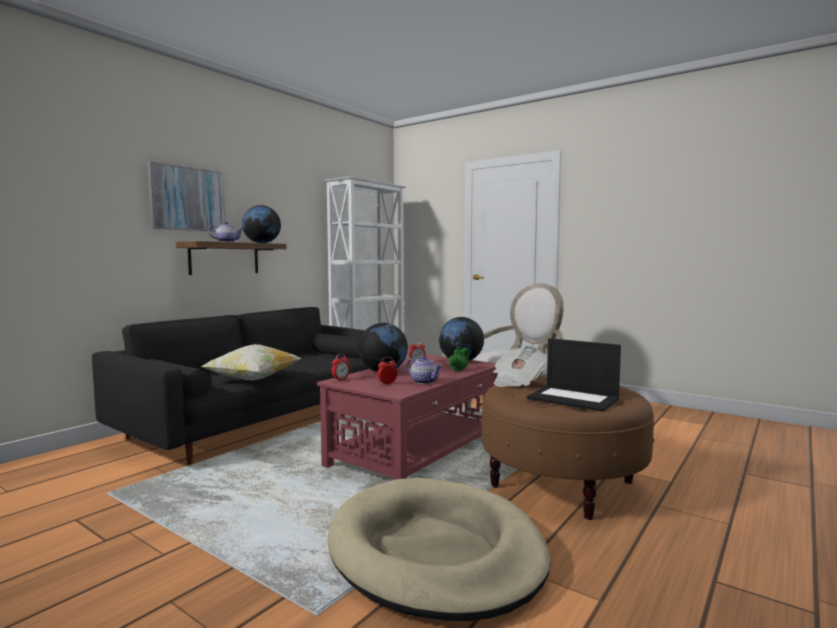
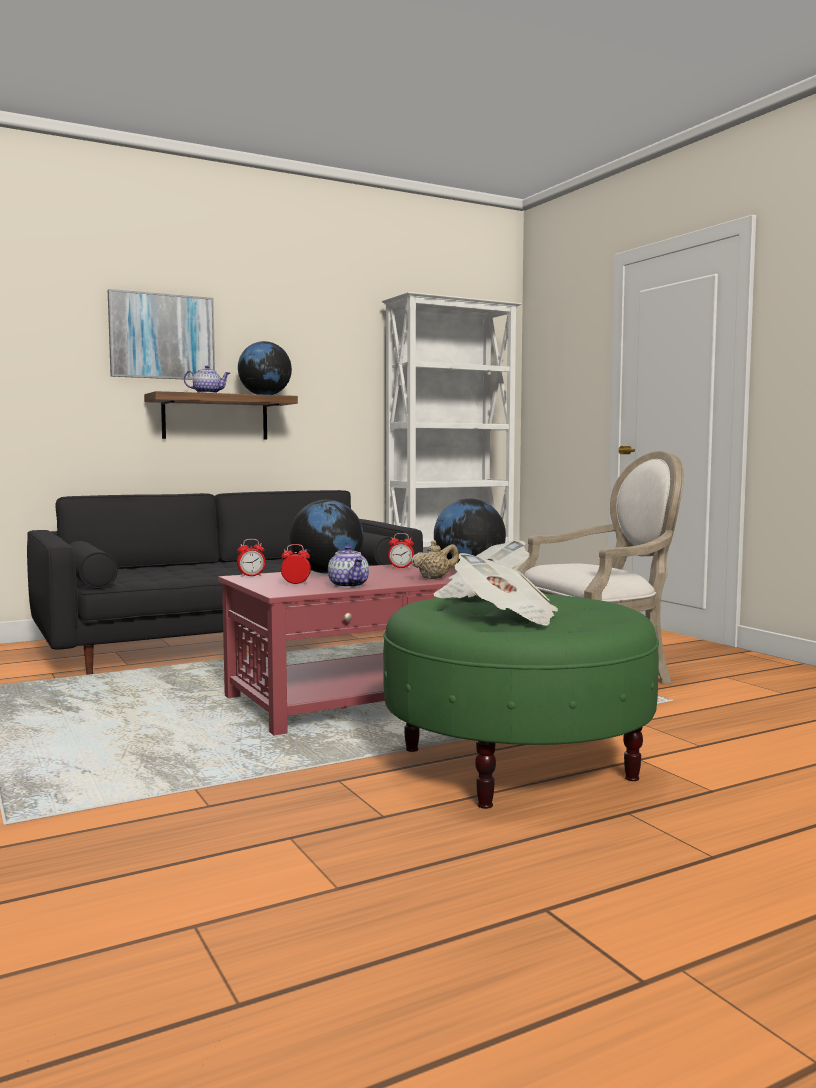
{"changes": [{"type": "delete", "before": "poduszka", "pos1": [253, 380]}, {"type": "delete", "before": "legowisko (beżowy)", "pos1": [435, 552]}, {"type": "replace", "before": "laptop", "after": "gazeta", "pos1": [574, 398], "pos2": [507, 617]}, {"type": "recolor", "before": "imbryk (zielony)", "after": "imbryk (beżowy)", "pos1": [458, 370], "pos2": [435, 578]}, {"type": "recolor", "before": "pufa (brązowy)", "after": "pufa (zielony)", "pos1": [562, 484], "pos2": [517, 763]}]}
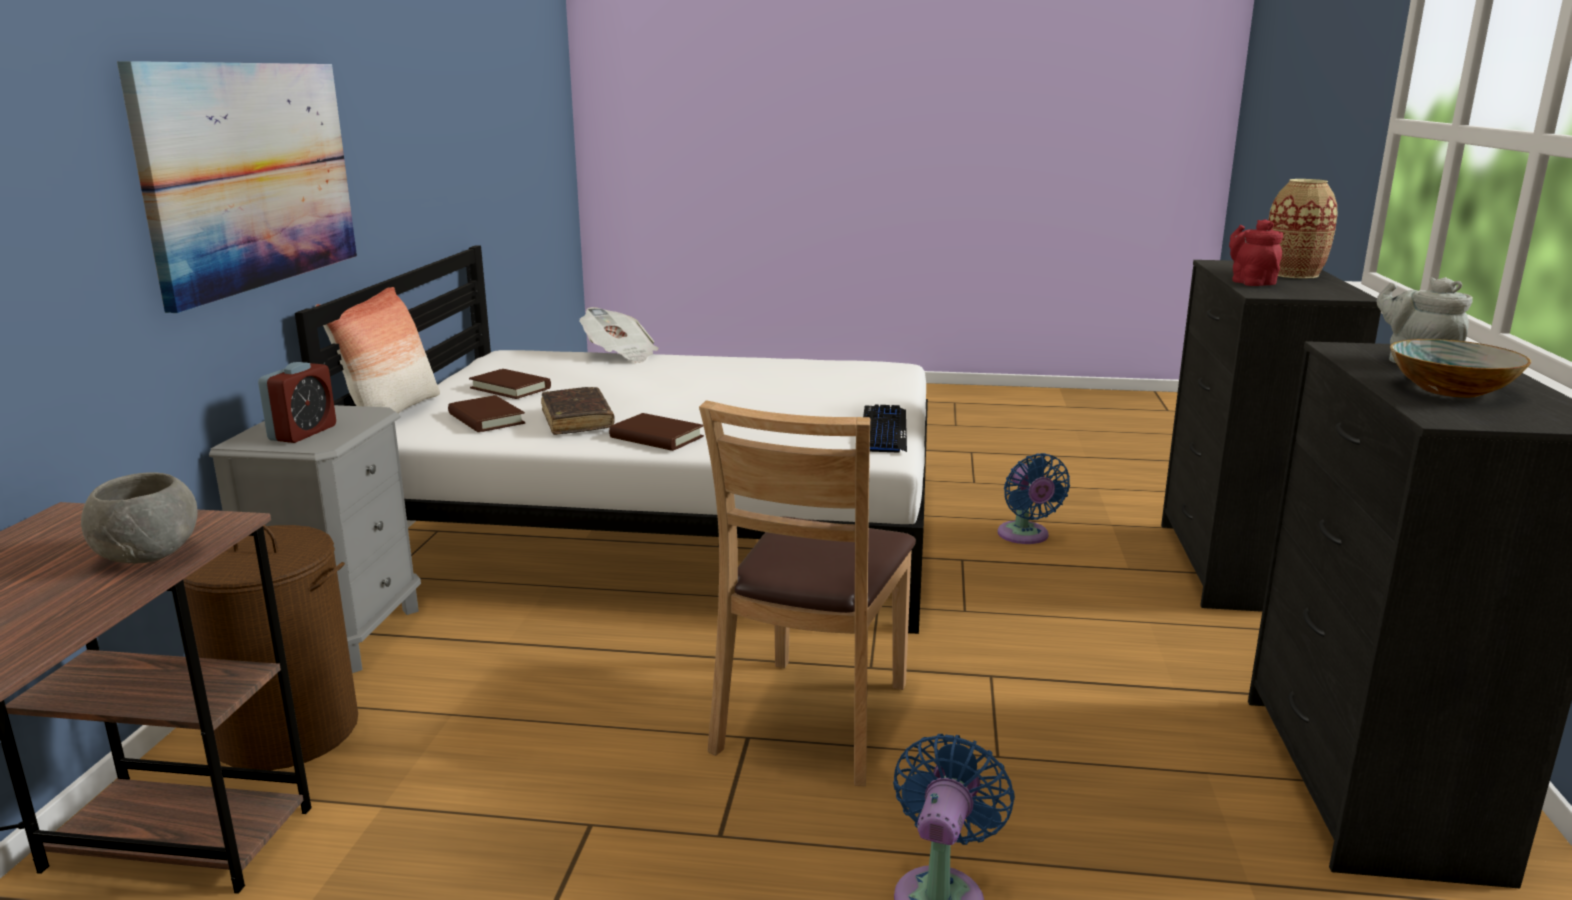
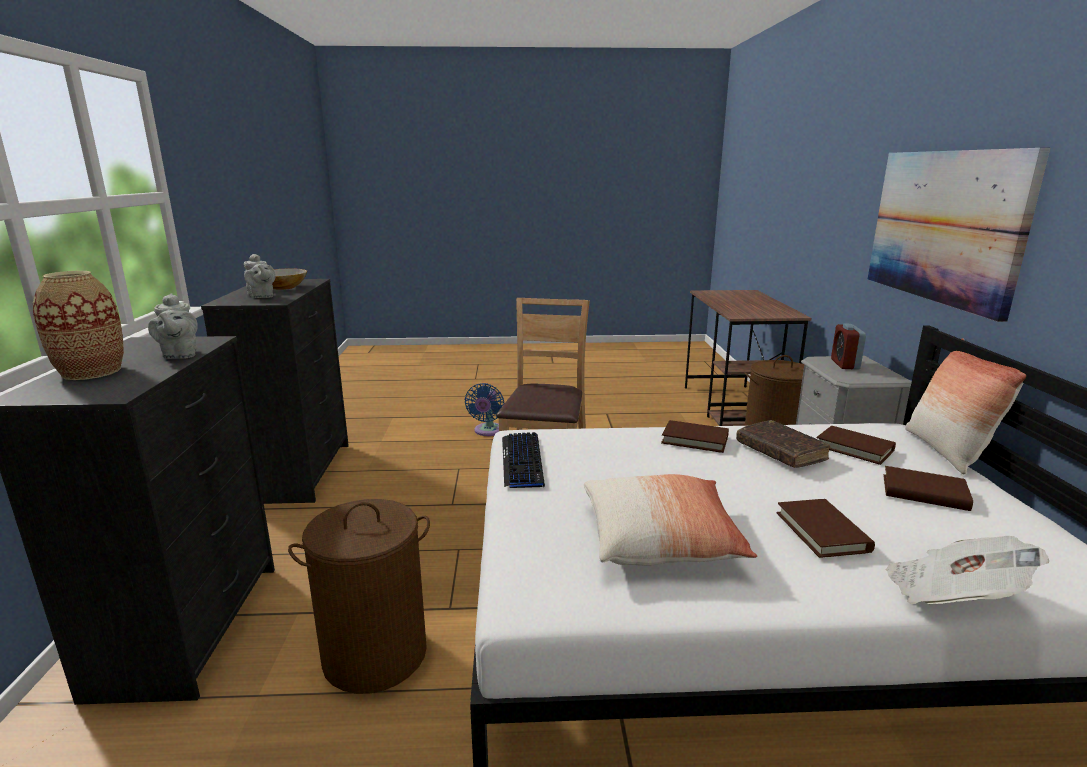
{"changes": [{"type": "delete", "before": "miska (szary)", "pos1": [150, 555]}, {"type": "insert", "after": "poduszka", "pos2": [660, 540]}, {"type": "insert", "after": "książka (brązowy)", "pos2": [822, 532]}, {"type": "replace", "before": "wentylator (niebieski)", "after": "kosz na pranie (brązowy)", "pos1": [1025, 536], "pos2": [374, 655]}, {"type": "recolor", "before": "imbryk (czerwony)", "after": "imbryk (szary)", "pos1": [1250, 282], "pos2": [179, 355]}]}
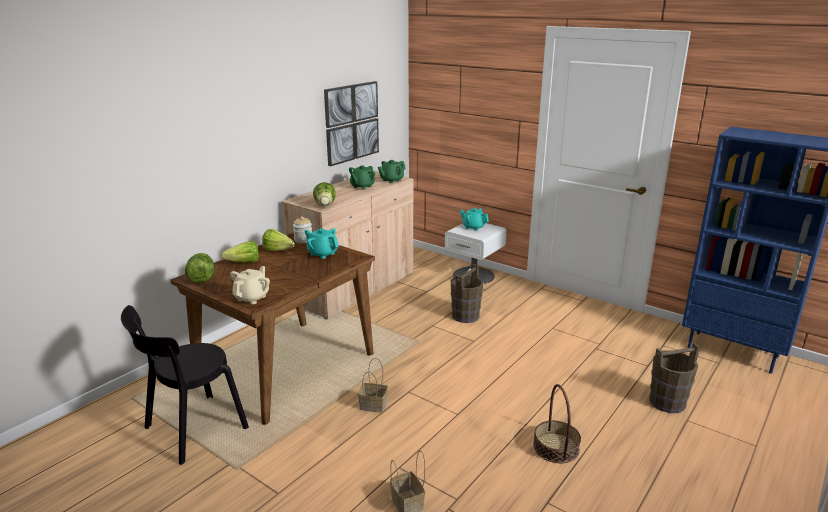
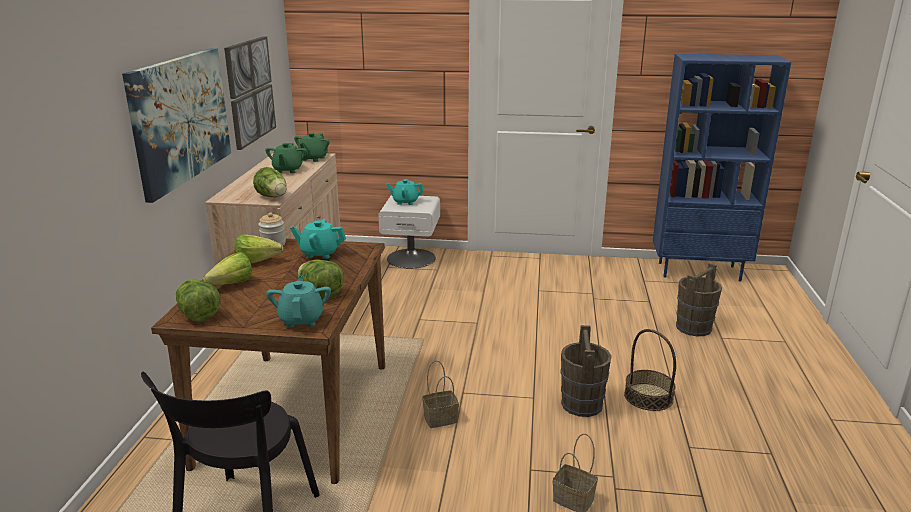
{"changes": [{"type": "insert", "after": "obraz", "pos2": [181, 119]}, {"type": "insert", "after": "sałata", "pos2": [320, 293]}, {"type": "move", "before": "wiadro (brązowy)", "pos1": [465, 316], "pos2": [582, 404]}, {"type": "recolor", "before": "imbryk (beżowy)", "after": "imbryk (turkusowy)", "pos1": [252, 298], "pos2": [301, 319]}]}
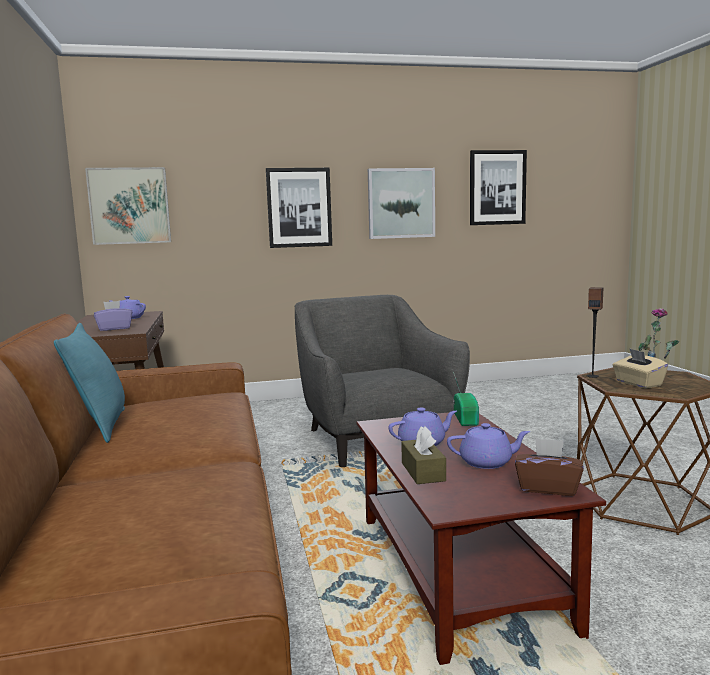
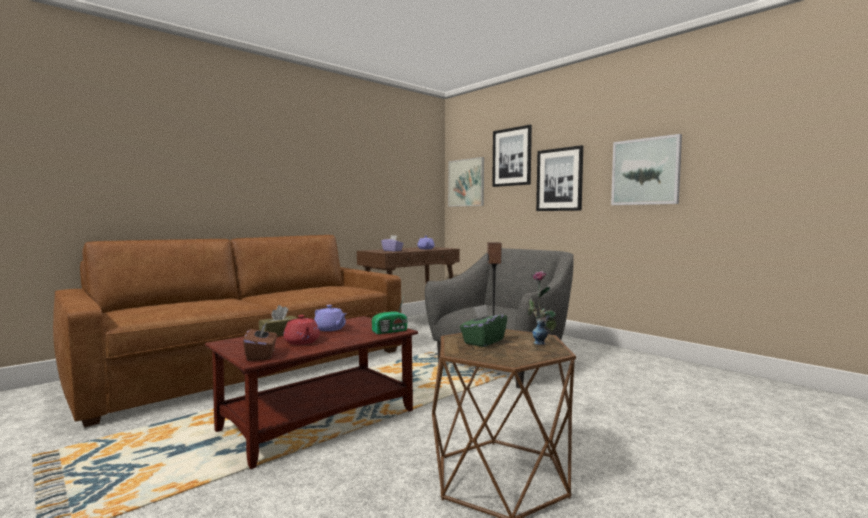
{"changes": [{"type": "delete", "before": "poduszka (turkusowy)", "pos1": [100, 426]}, {"type": "move", "before": "obraz", "pos1": [497, 187], "pos2": [512, 157]}, {"type": "recolor", "before": "imbryk (fioletowy)", "after": "imbryk (czerwony)", "pos1": [487, 462], "pos2": [302, 342]}, {"type": "recolor", "before": "pudełko chusteczek (beżowy)", "after": "pudełko chusteczek (zielony)", "pos1": [638, 384], "pos2": [483, 341]}]}
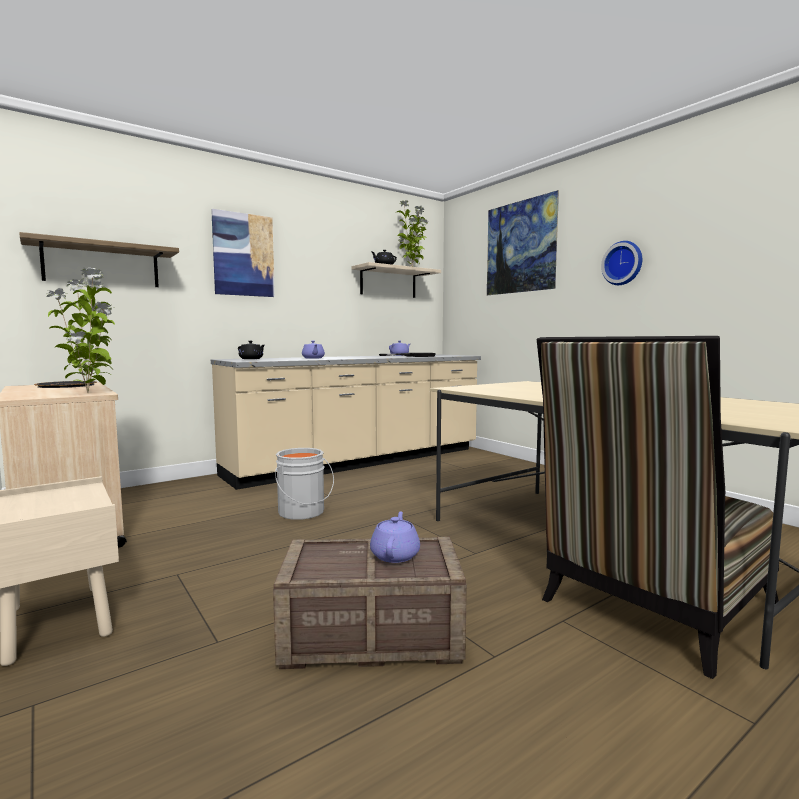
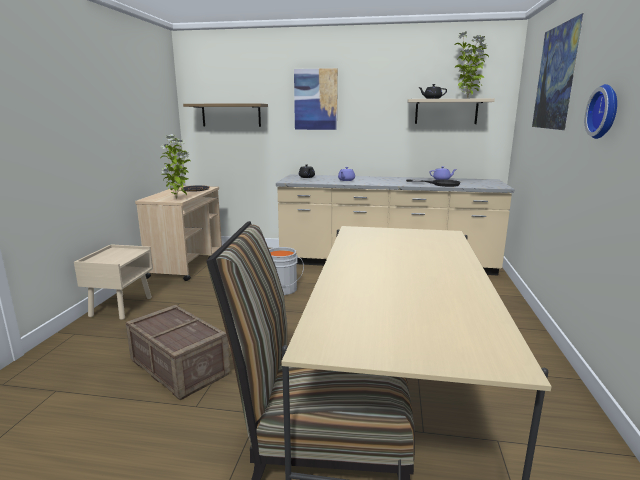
{"changes": [{"type": "delete", "before": "imbryk (fioletowy)", "pos1": [395, 555]}]}
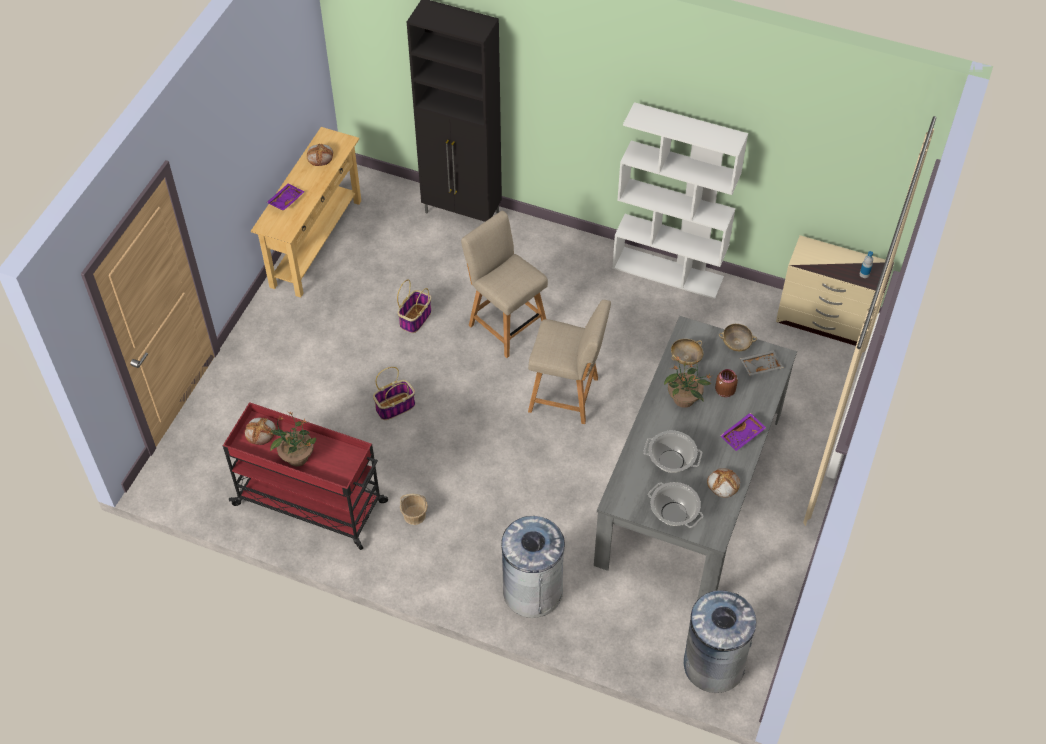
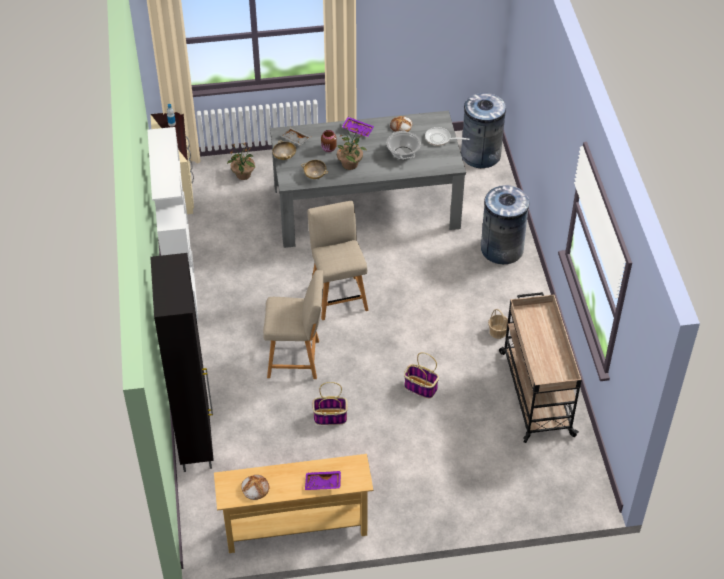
{"changes": [{"type": "delete", "before": "chleb", "pos1": [261, 432]}, {"type": "move", "before": "roślina doniczkowa", "pos1": [296, 457], "pos2": [243, 175]}, {"type": "replace", "before": "garnek", "after": "patelnia", "pos1": [673, 513], "pos2": [440, 139]}, {"type": "recolor", "before": "wózek (czerwony)", "after": "wózek (beżowy)", "pos1": [312, 504], "pos2": [535, 392]}, {"type": "rotate", "before": "krzesło (beżowy)", "pos1": [505, 324], "pos2": [297, 359], "turn": -105}]}
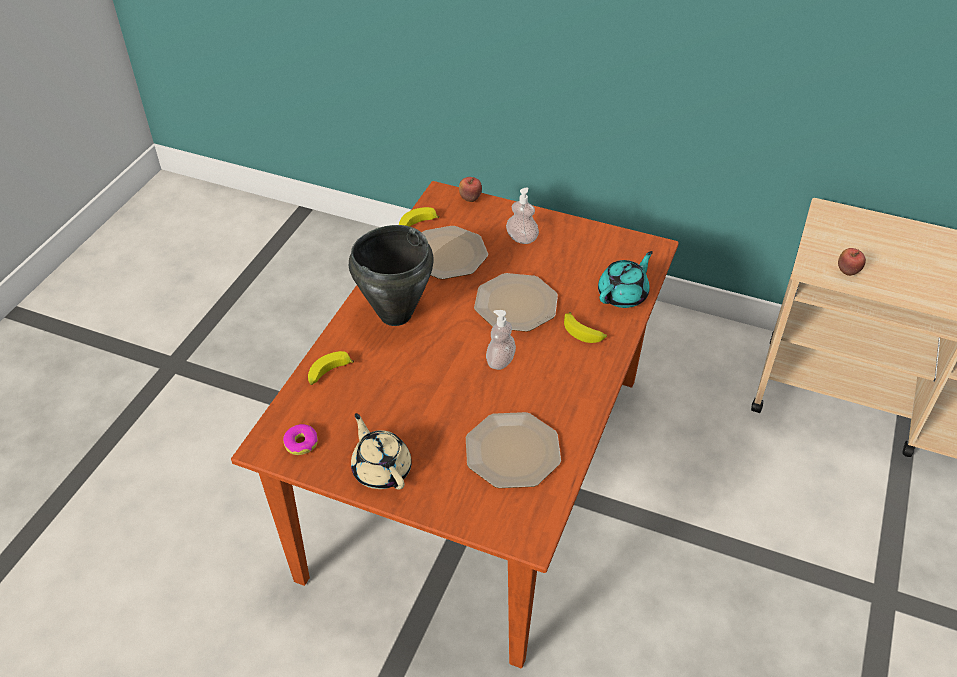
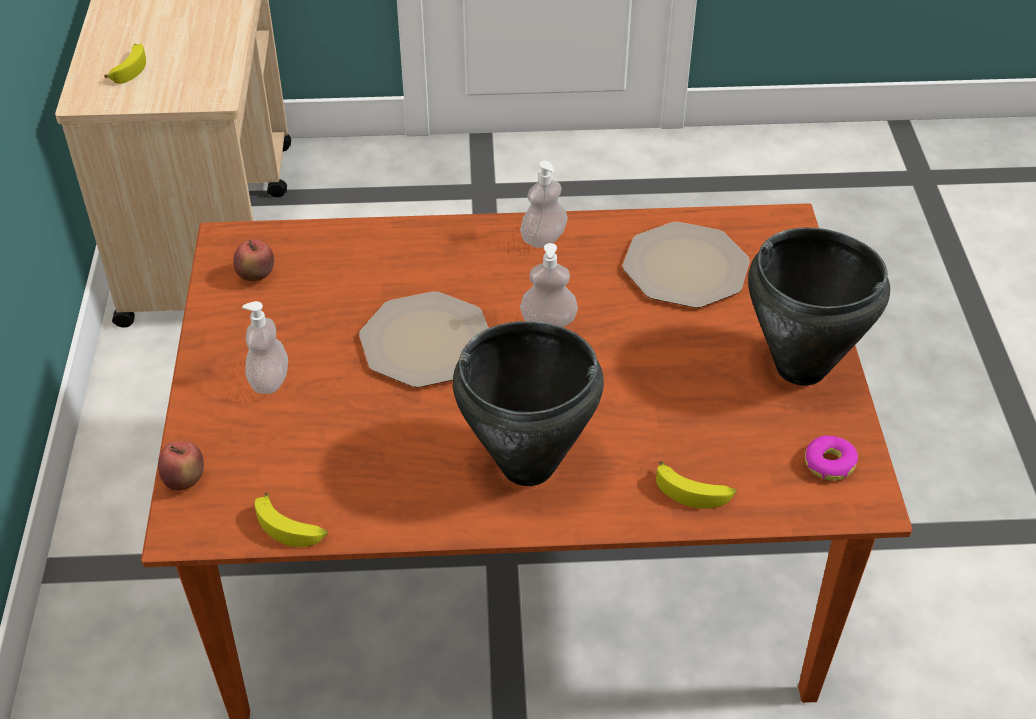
{"changes": [{"type": "delete", "before": "talerz", "pos1": [447, 254]}, {"type": "delete", "before": "imbryk (turkusowy)", "pos1": [623, 295]}, {"type": "insert", "after": "dozownik mydła", "pos2": [543, 238]}, {"type": "move", "before": "banan", "pos1": [584, 332], "pos2": [129, 68]}, {"type": "move", "before": "jabłko", "pos1": [847, 272], "pos2": [256, 276]}, {"type": "replace", "before": "imbryk (beżowy)", "after": "garnek (czarny)", "pos1": [381, 469], "pos2": [801, 368]}]}
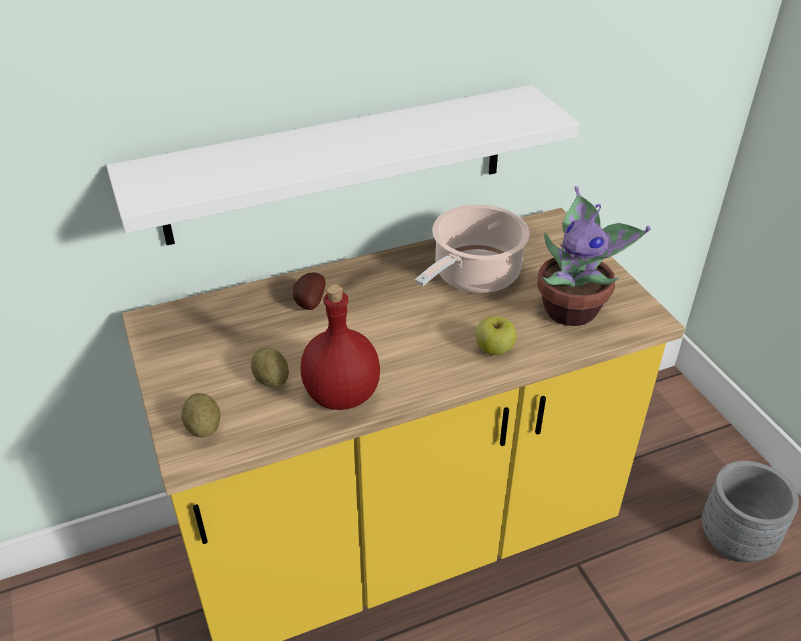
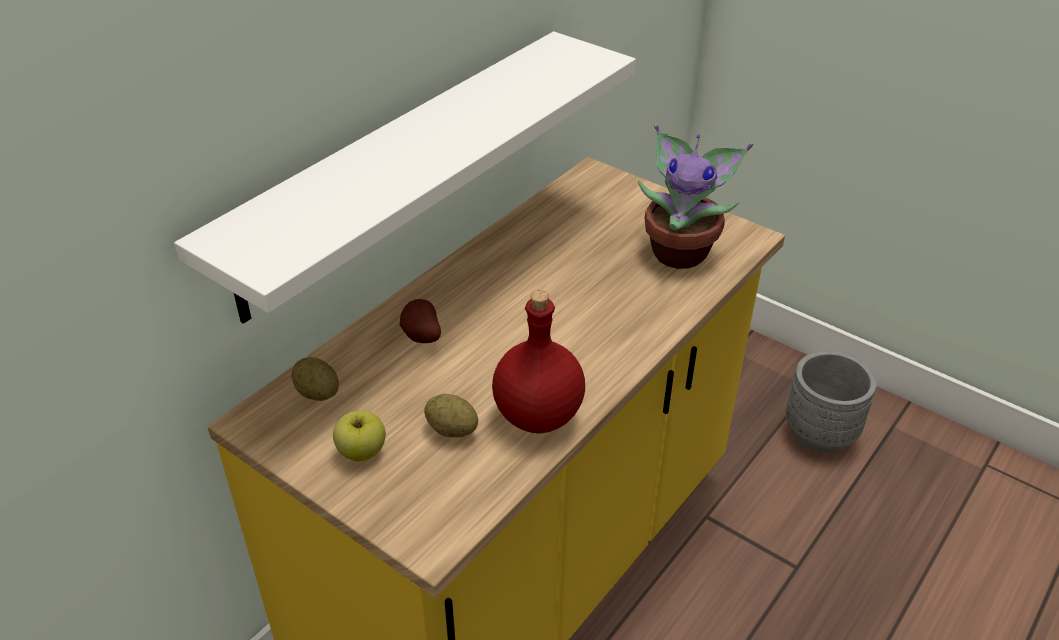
{"changes": [{"type": "delete", "before": "garnek", "pos1": [473, 276]}, {"type": "move", "before": "ziemniak", "pos1": [203, 427], "pos2": [317, 393]}, {"type": "move", "before": "jabłko", "pos1": [494, 349], "pos2": [361, 451]}]}
